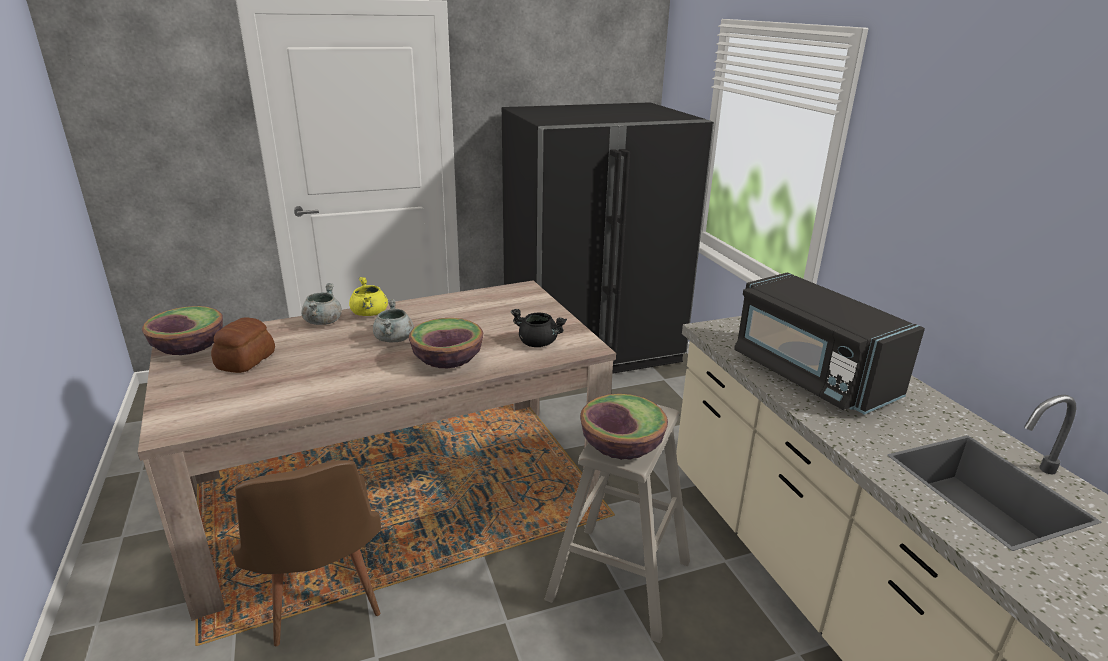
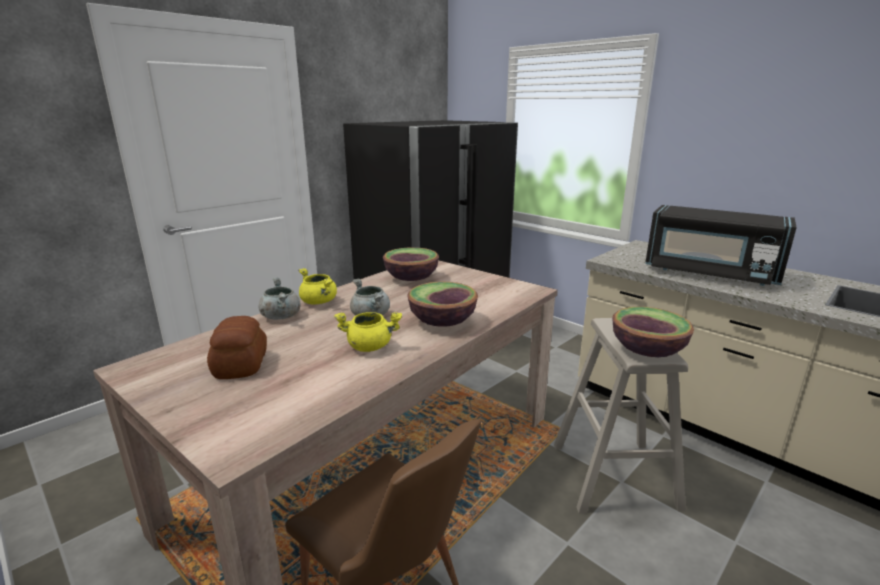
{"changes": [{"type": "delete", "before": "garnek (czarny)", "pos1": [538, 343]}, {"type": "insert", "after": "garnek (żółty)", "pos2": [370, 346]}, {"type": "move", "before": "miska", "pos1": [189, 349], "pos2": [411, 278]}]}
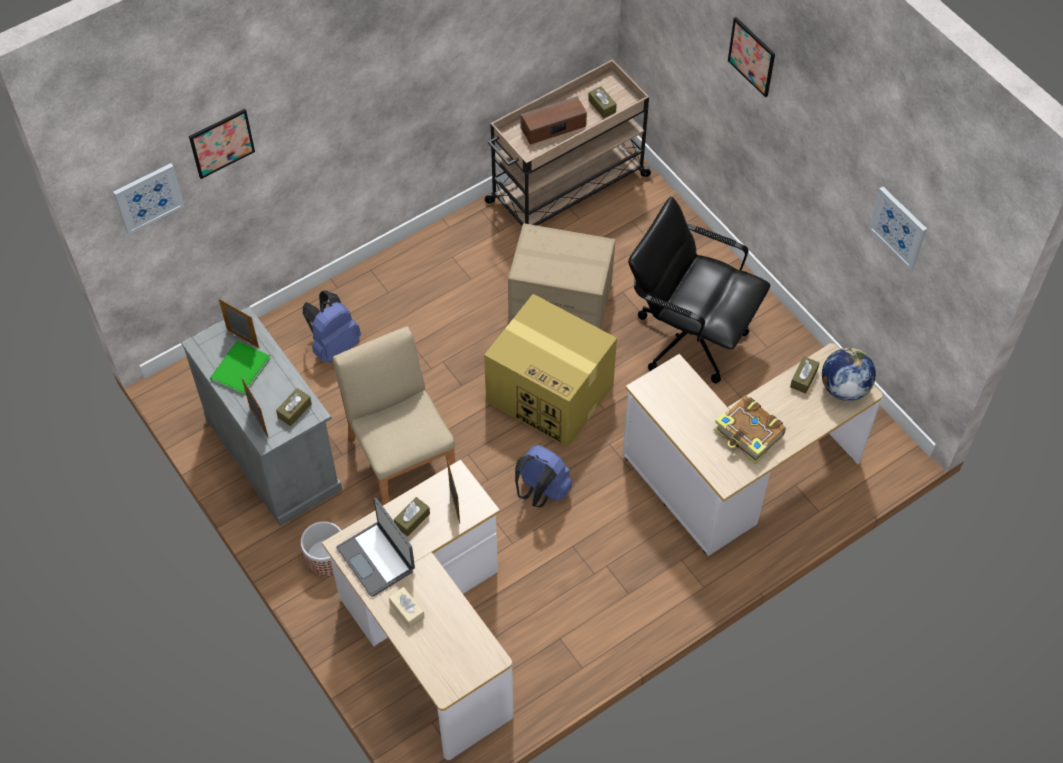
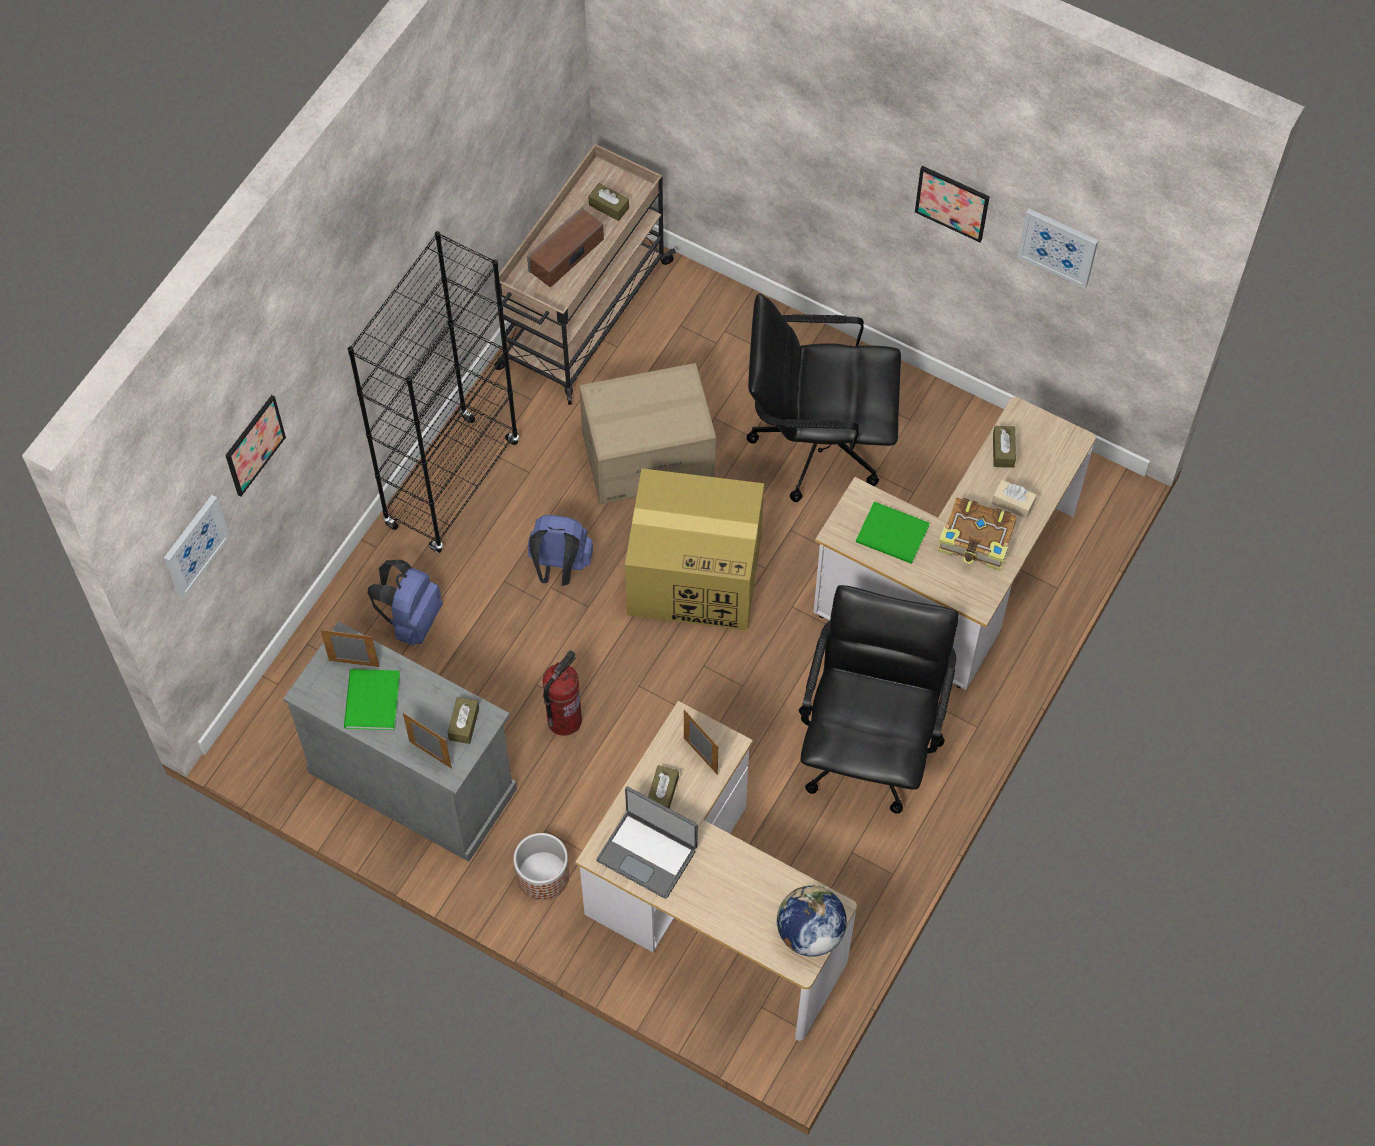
{"changes": [{"type": "insert", "after": "regał (czarny)", "pos2": [452, 484]}, {"type": "insert", "after": "krzesło biurowe (czarny)", "pos2": [869, 746]}, {"type": "insert", "after": "książka (zielony)", "pos2": [893, 536]}, {"type": "move", "before": "pudełko chusteczek (beżowy)", "pos1": [407, 610], "pos2": [1013, 503]}, {"type": "move", "before": "plecak (niebieski)", "pos1": [541, 492], "pos2": [559, 567]}, {"type": "move", "before": "obraz", "pos1": [752, 56], "pos2": [952, 203]}, {"type": "move", "before": "globus", "pos1": [843, 388], "pos2": [809, 932]}, {"type": "replace", "before": "krzesło (beżowy)", "after": "gaśnica", "pos1": [401, 456], "pos2": [564, 720]}]}
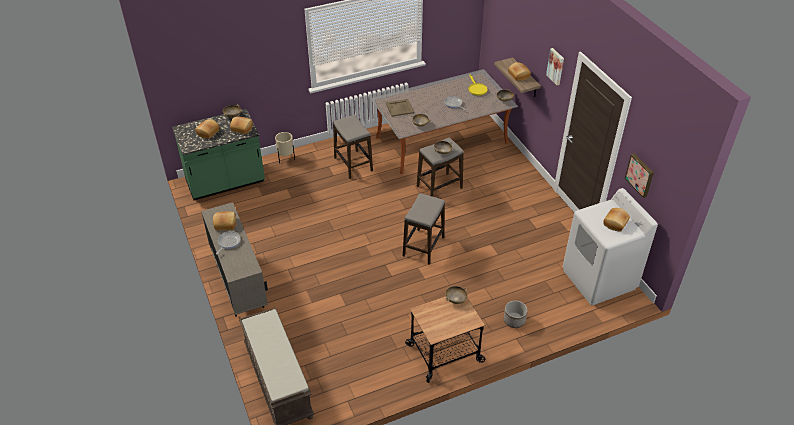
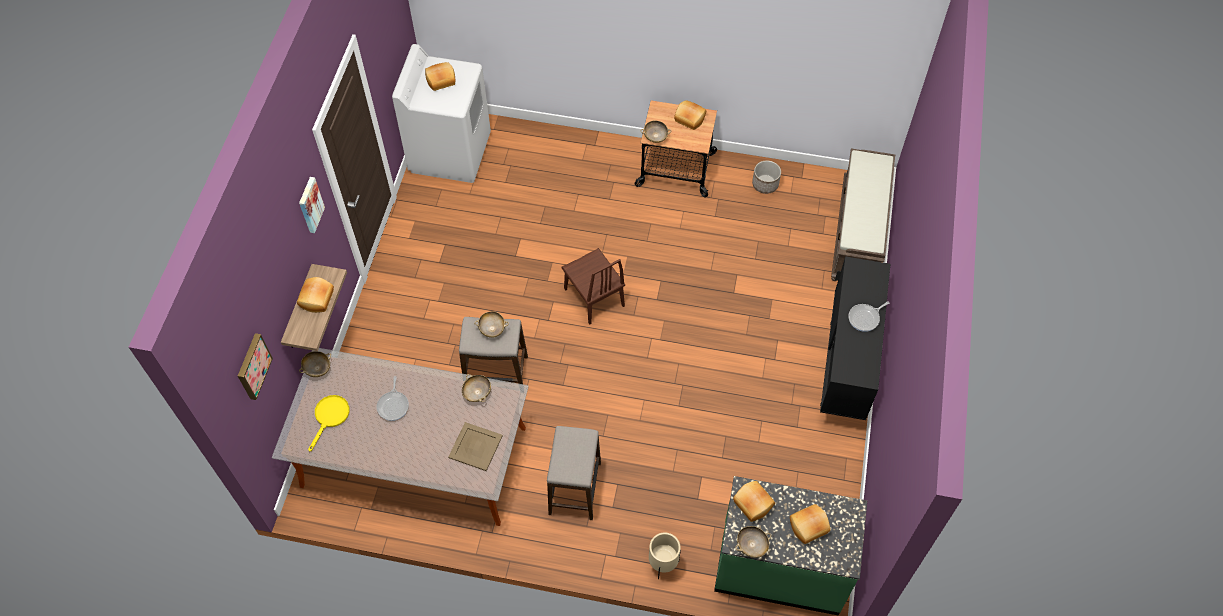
{"changes": [{"type": "move", "before": "chleb", "pos1": [225, 224], "pos2": [689, 119]}, {"type": "move", "before": "donica", "pos1": [514, 320], "pos2": [765, 184]}, {"type": "move", "before": "obraz", "pos1": [640, 175], "pos2": [252, 366]}, {"type": "replace", "before": "stołek", "after": "krzesło (brązowy)", "pos1": [423, 246], "pos2": [594, 297]}, {"type": "recolor", "before": "szafka (beżowy)", "after": "szafka (czarny)", "pos1": [240, 286], "pos2": [845, 368]}]}
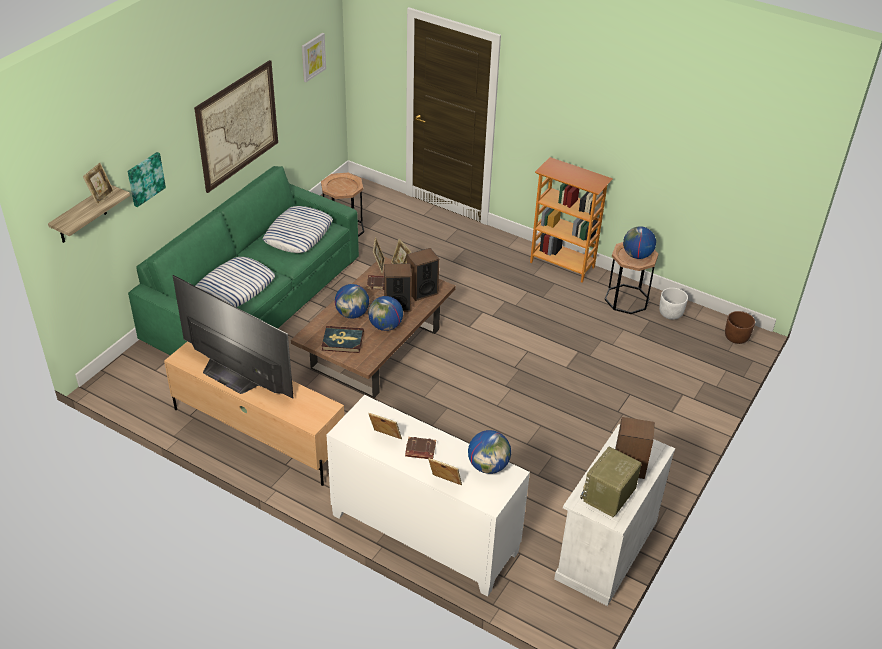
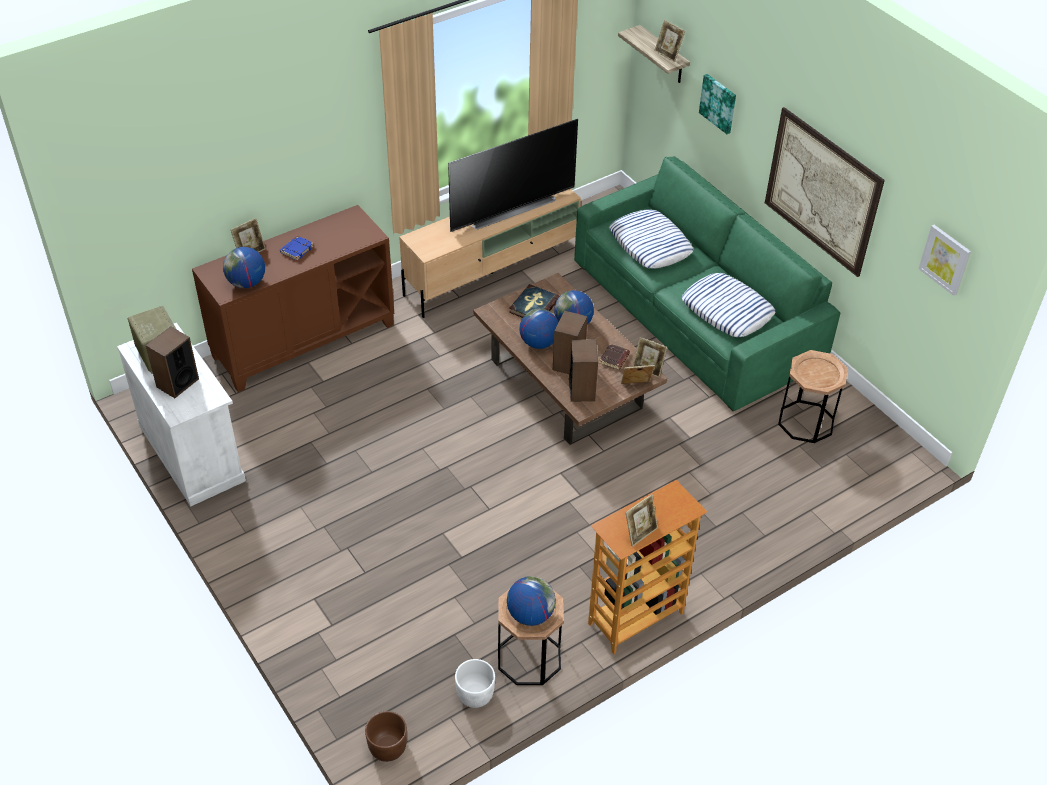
{"changes": [{"type": "move", "before": "ramka na zdjęcie", "pos1": [385, 438], "pos2": [640, 533]}, {"type": "recolor", "before": "szafka (biały)", "after": "szafka (brązowy)", "pos1": [423, 534], "pos2": [303, 340]}, {"type": "recolor", "before": "książka (brązowy)", "after": "książka (niebieski)", "pos1": [420, 450], "pos2": [297, 249]}]}
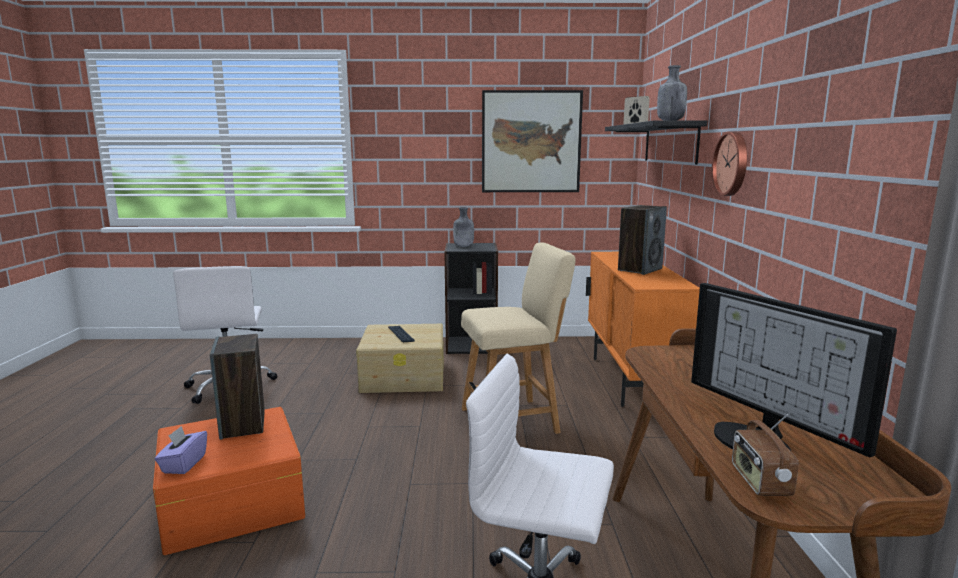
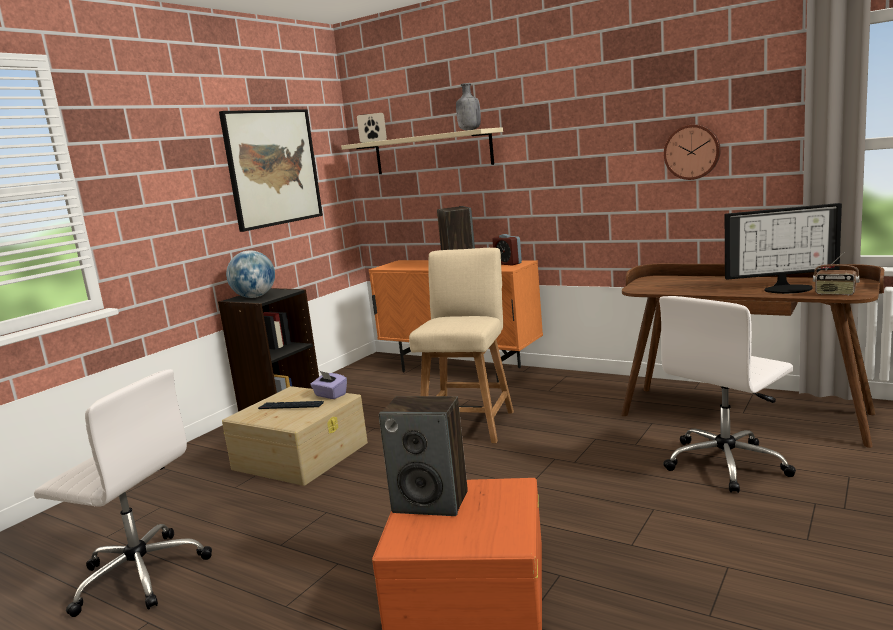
{"changes": [{"type": "insert", "after": "budzik", "pos2": [508, 263]}, {"type": "move", "before": "pudełko chusteczek (fioletowy)", "pos1": [183, 464], "pos2": [330, 395]}, {"type": "move", "before": "zegar ścienny", "pos1": [732, 164], "pos2": [692, 152]}, {"type": "replace", "before": "butelka (szary)", "after": "globus", "pos1": [463, 246], "pos2": [254, 297]}, {"type": "recolor", "before": "półka (czarny)", "after": "półka (beżowy)", "pos1": [670, 143], "pos2": [432, 152]}]}
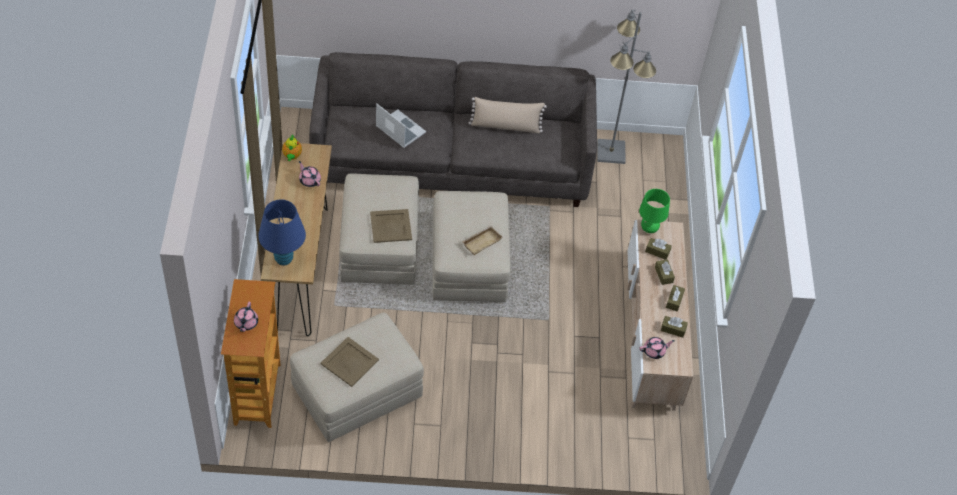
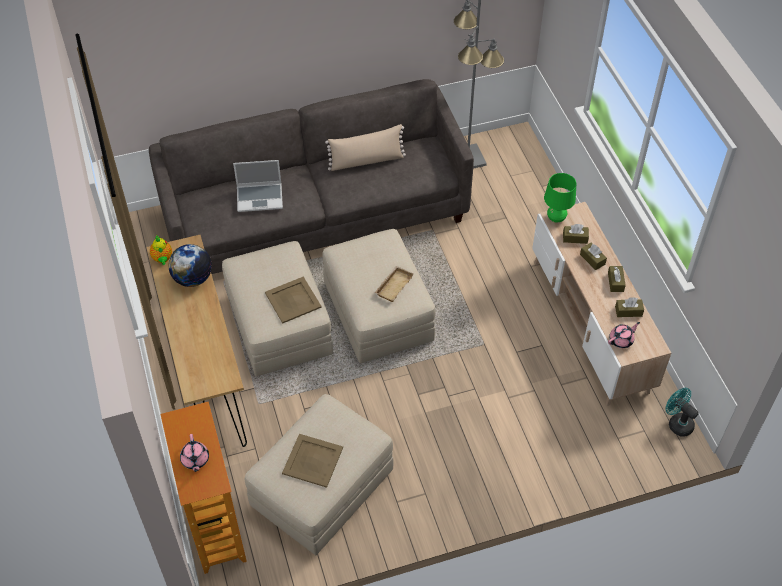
{"changes": [{"type": "delete", "before": "lampa stołowa (niebieski)", "pos1": [284, 259]}, {"type": "insert", "after": "wentylator (turkusowy)", "pos2": [677, 423]}, {"type": "replace", "before": "imbryk (różowy)", "after": "globus", "pos1": [309, 180], "pos2": [192, 278]}, {"type": "rotate", "before": "laptop", "pos1": [399, 130], "pos2": [260, 197], "turn": 150}]}
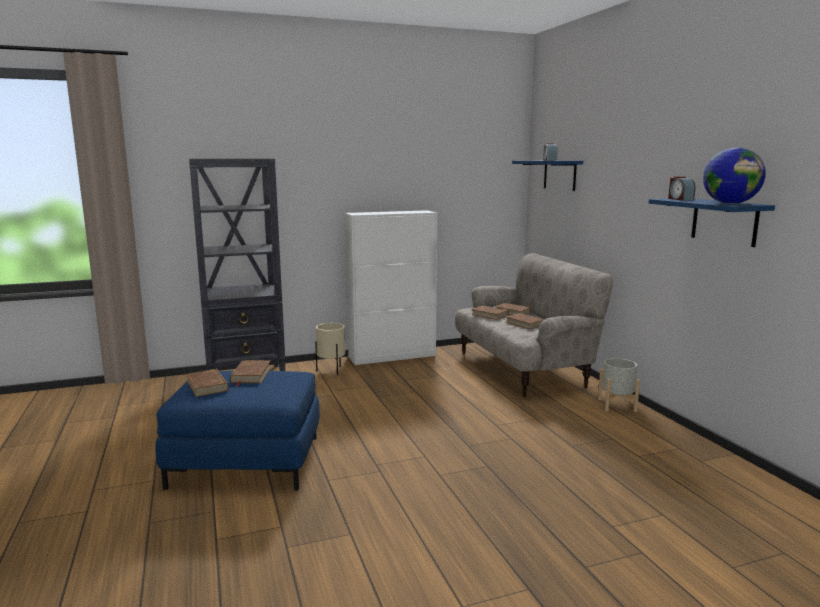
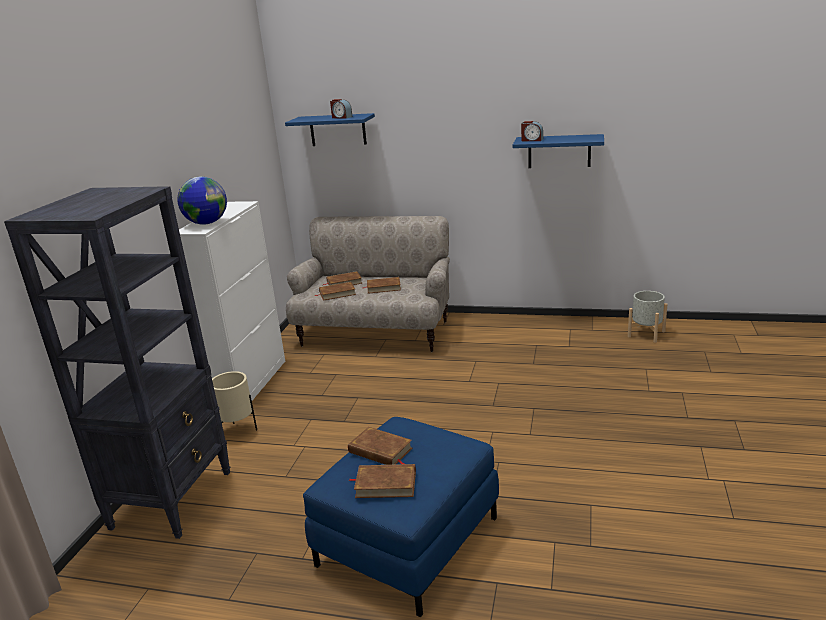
{"changes": [{"type": "move", "before": "donica (szary)", "pos1": [616, 405], "pos2": [646, 334]}, {"type": "move", "before": "globus", "pos1": [730, 204], "pos2": [207, 223]}]}
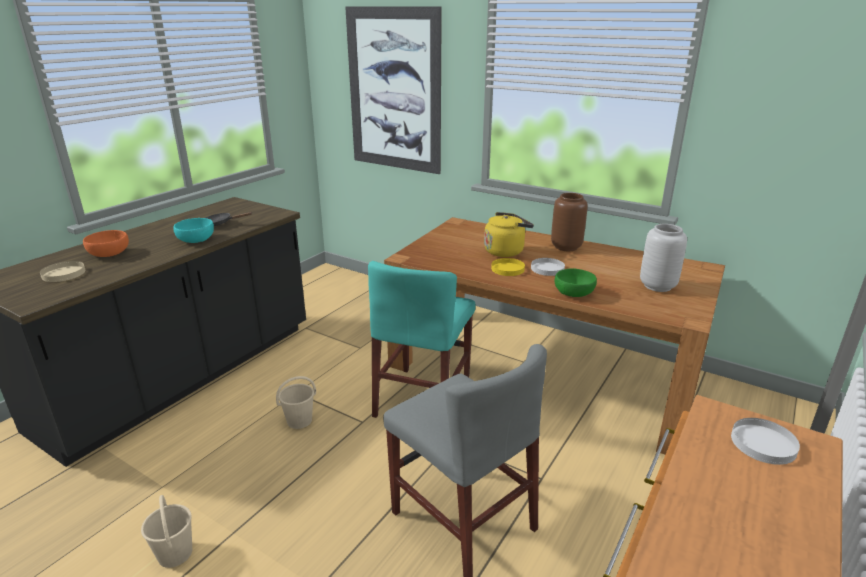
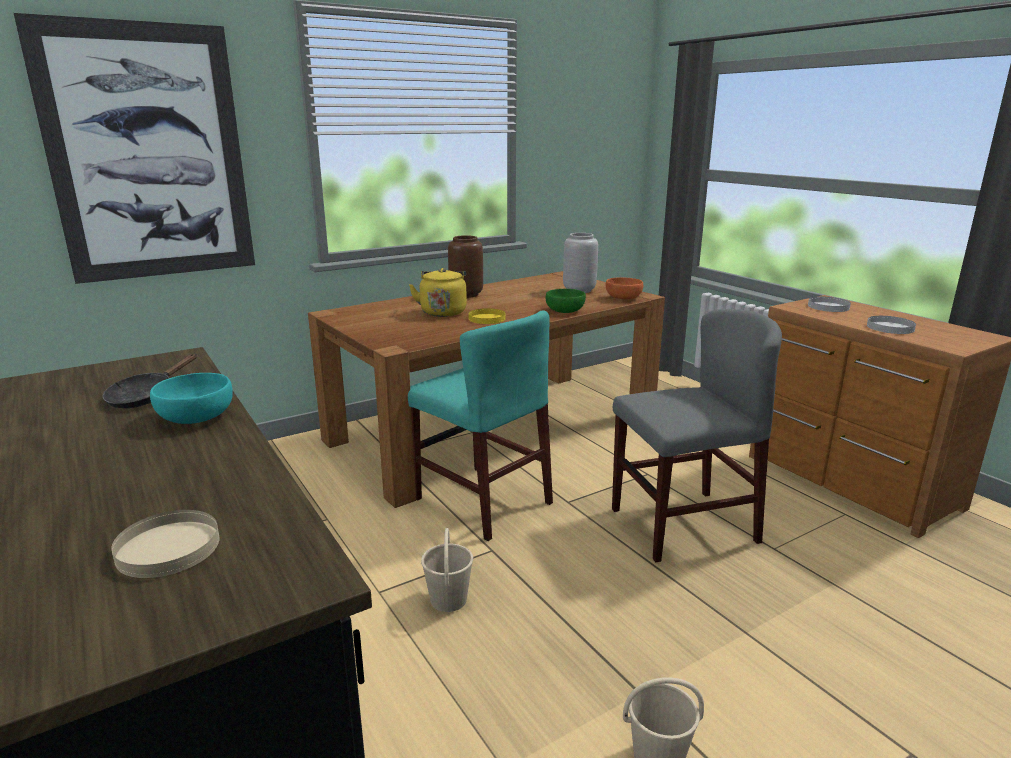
{"changes": [{"type": "move", "before": "miska (pomarańczowy)", "pos1": [108, 254], "pos2": [623, 298]}, {"type": "move", "before": "talerz (biały)", "pos1": [547, 268], "pos2": [890, 327]}]}
